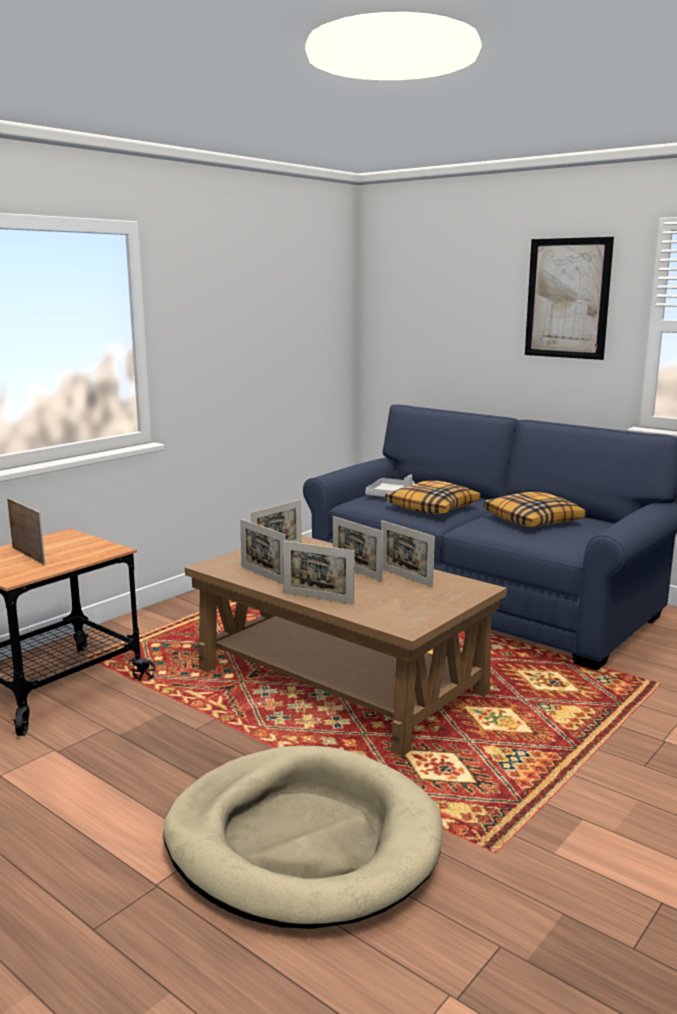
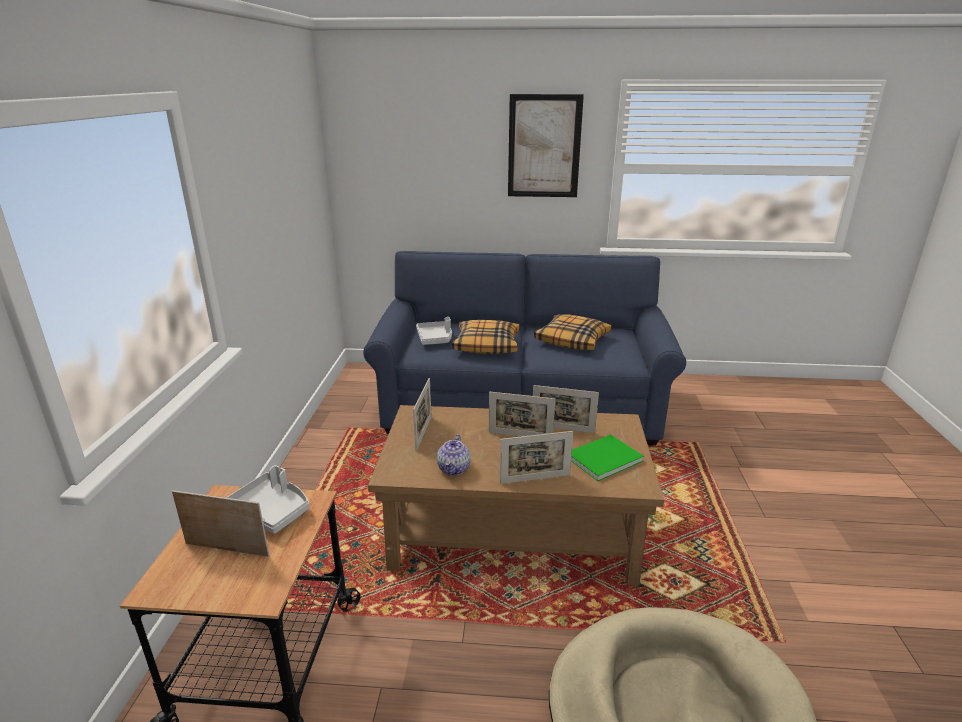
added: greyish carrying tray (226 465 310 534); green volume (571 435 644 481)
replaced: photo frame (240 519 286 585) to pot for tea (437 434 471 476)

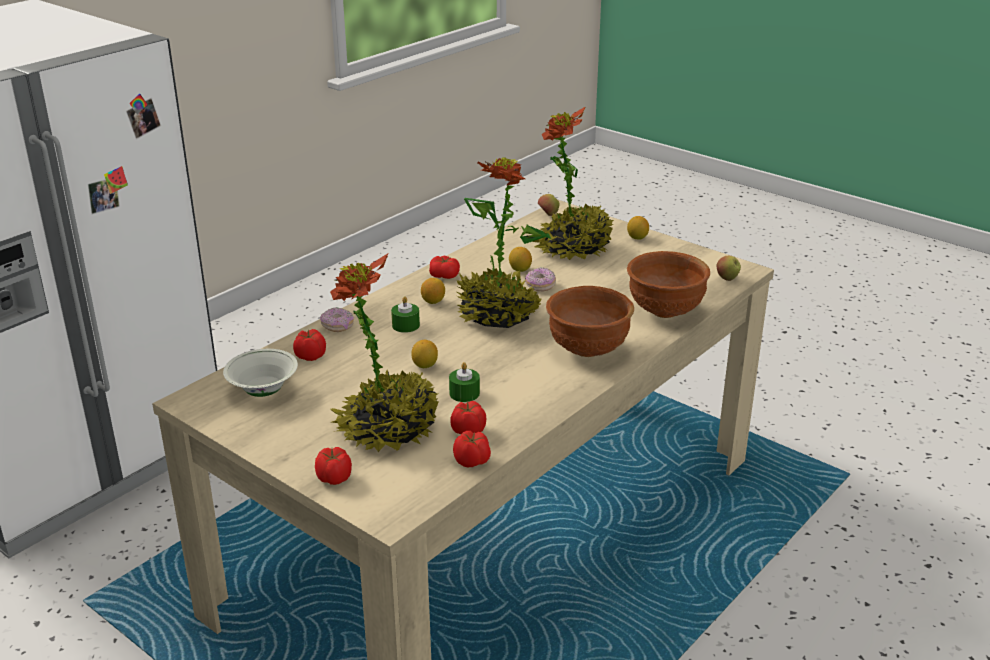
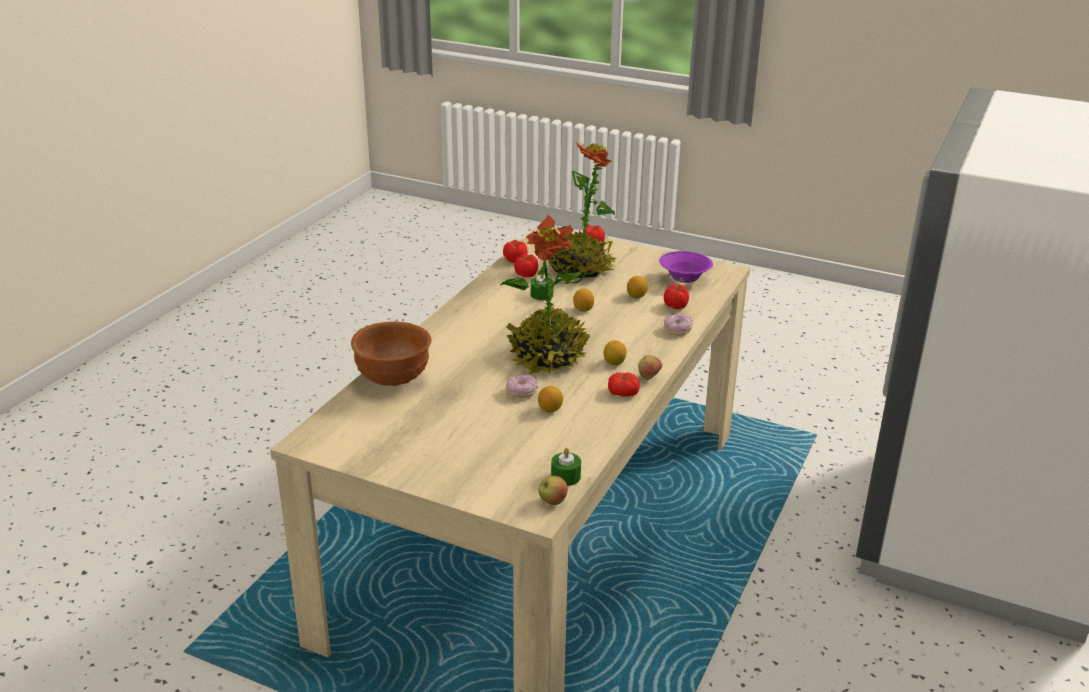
removed: potted plant (532 106 614 260); brown bowl (546 286 634 357)
moved: green candle (391 296 420 333) to (551 448 581 486); lemon (627 216 649 239) to (627 276 648 298); whole apple (716 256 741 281) to (638 355 662 380)
recoloured: whitish bowl (223 349 298 397) to purple-coloured bowl (659 251 713 283)

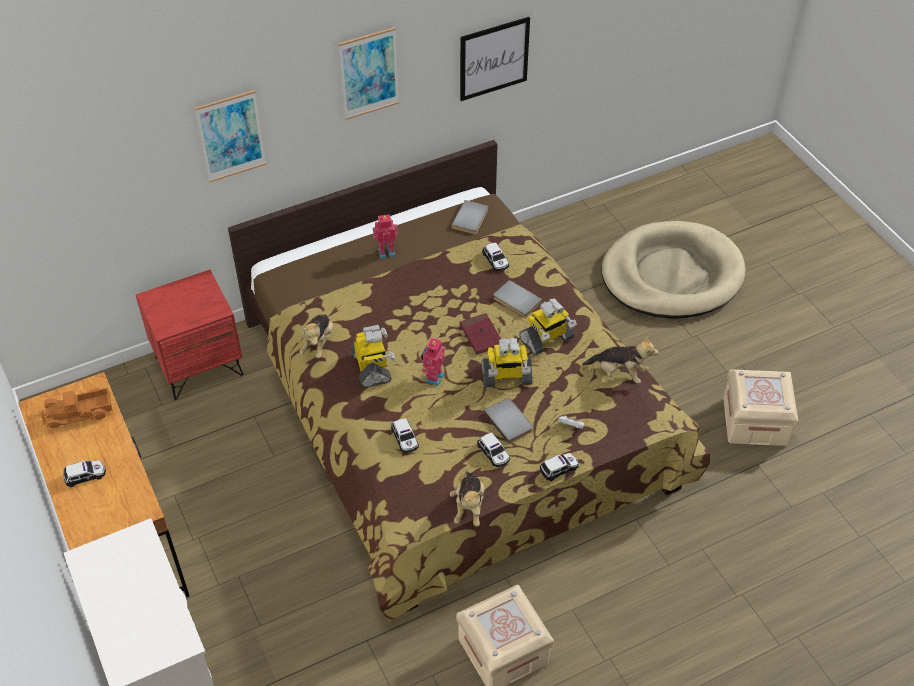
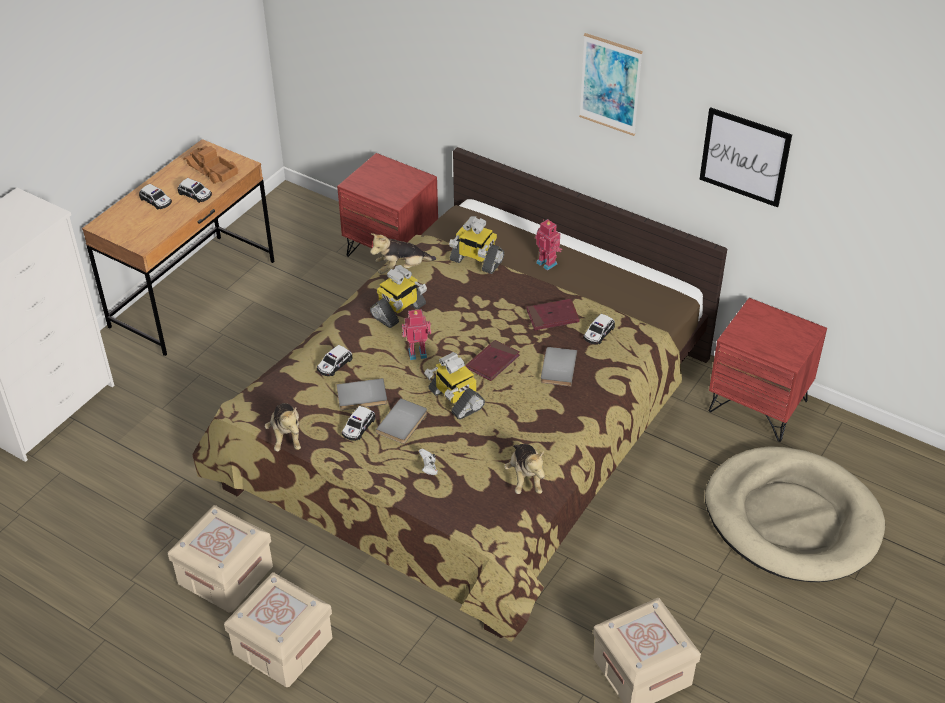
removed: wall art (195 90 266 182)
added: beige-coloured storage box (224 572 332 687); reddish volume (527 299 580 331); reddish night table (708 298 827 442)
moved: greyish volume (451 200 489 234) to (336 378 387 410); model robot (519 298 577 355) to (449 216 504 274); model car (540 453 579 481) to (178 178 212 203)
turned: soft toy (450 472 484 527) = (265 403 301 451) 75 degrees counterclockwise

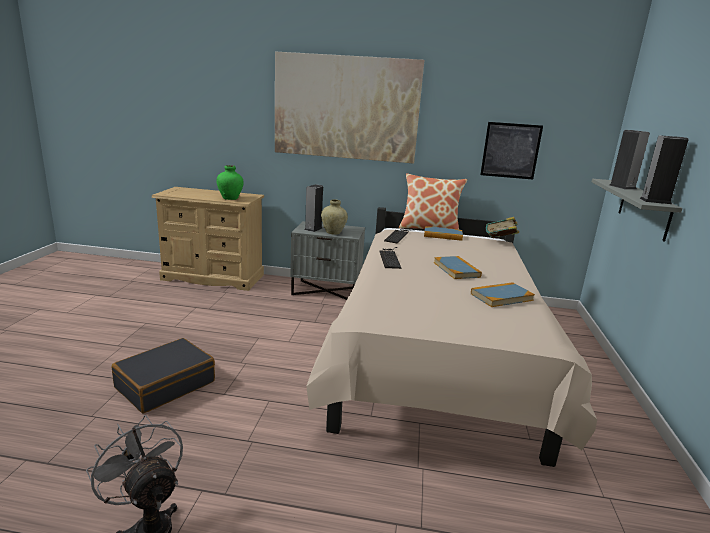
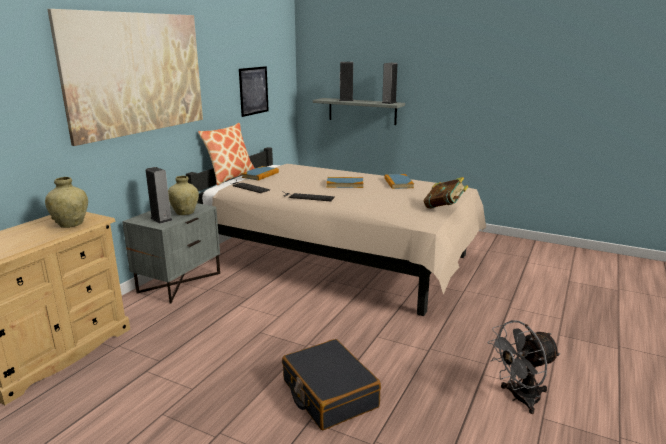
moved: volume (486 217 519 238) to (424 177 469 209)
recoloured: green decorative vase (216 165 244 200) to beige-coloured decorative vase (45 177 88 228)

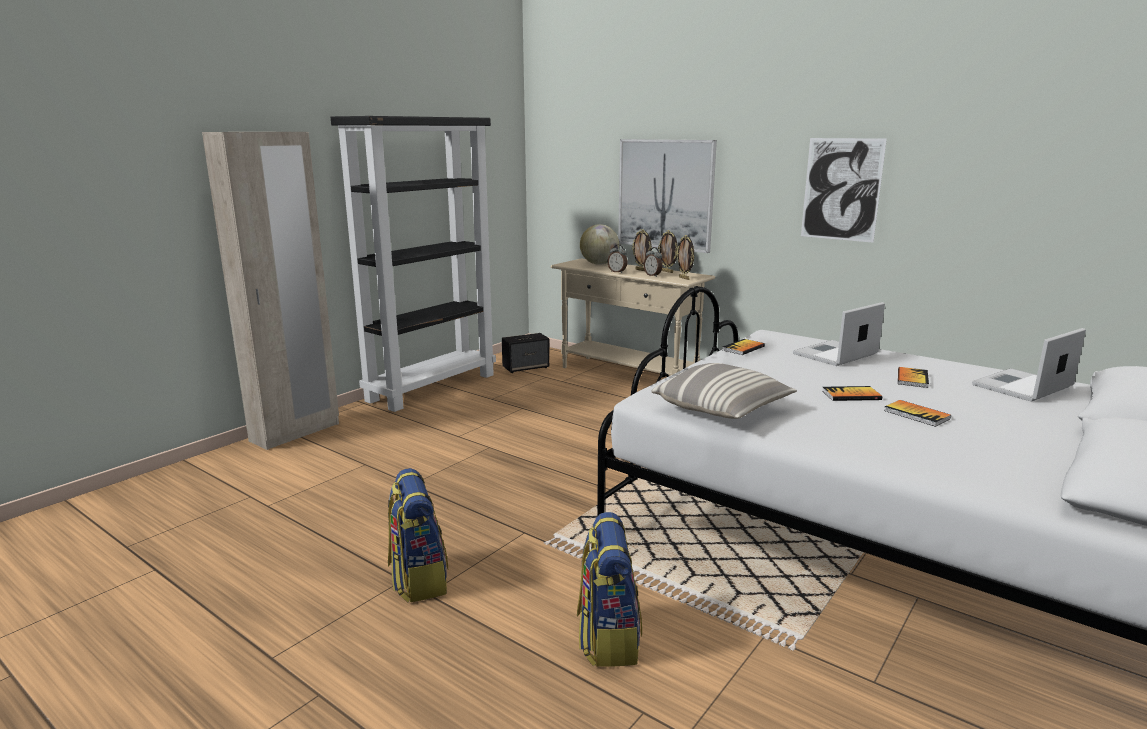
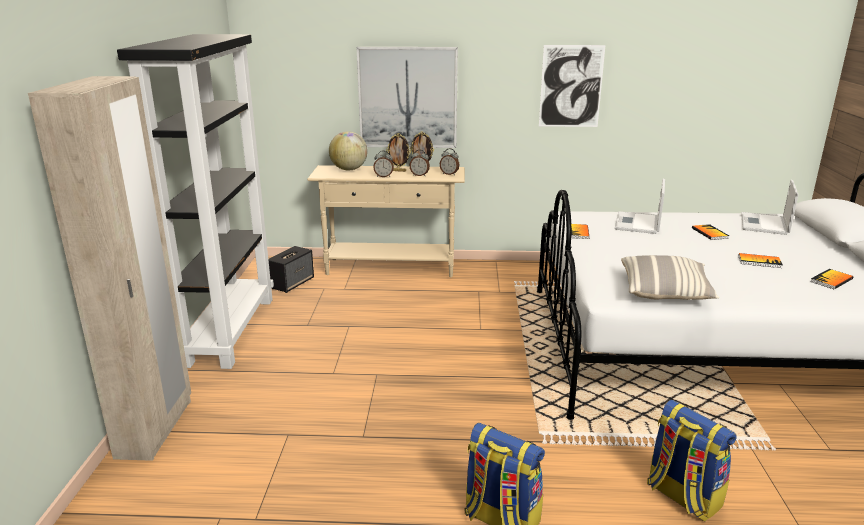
moved: volume (822 386 882 401) to (810 269 853 289)
replaced: photo frame (676 235 694 280) to alarm clock (440 148 459 175)

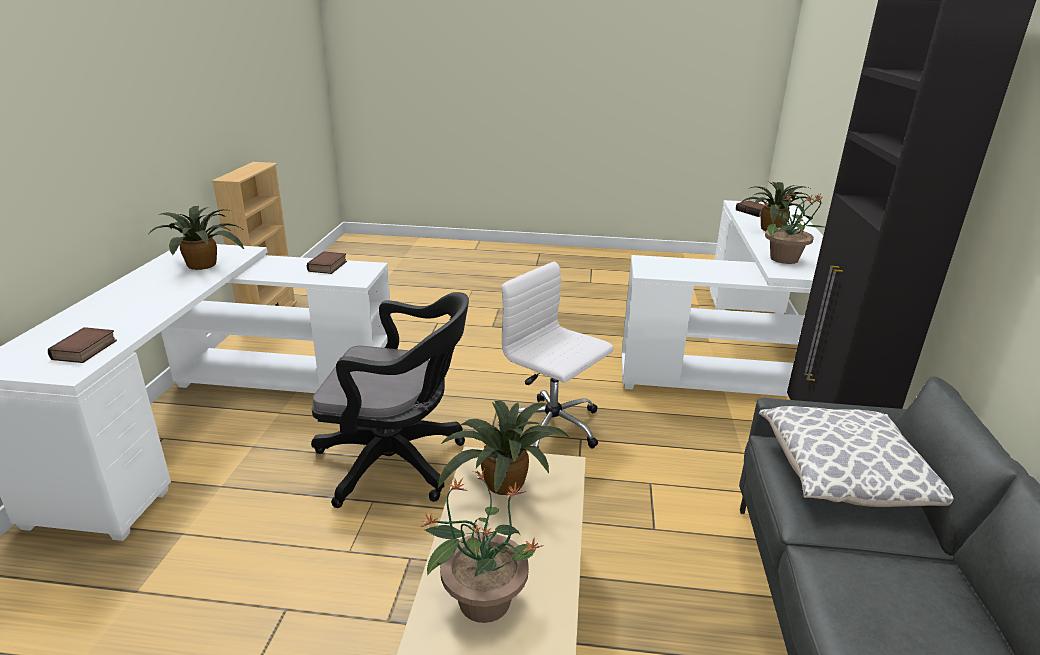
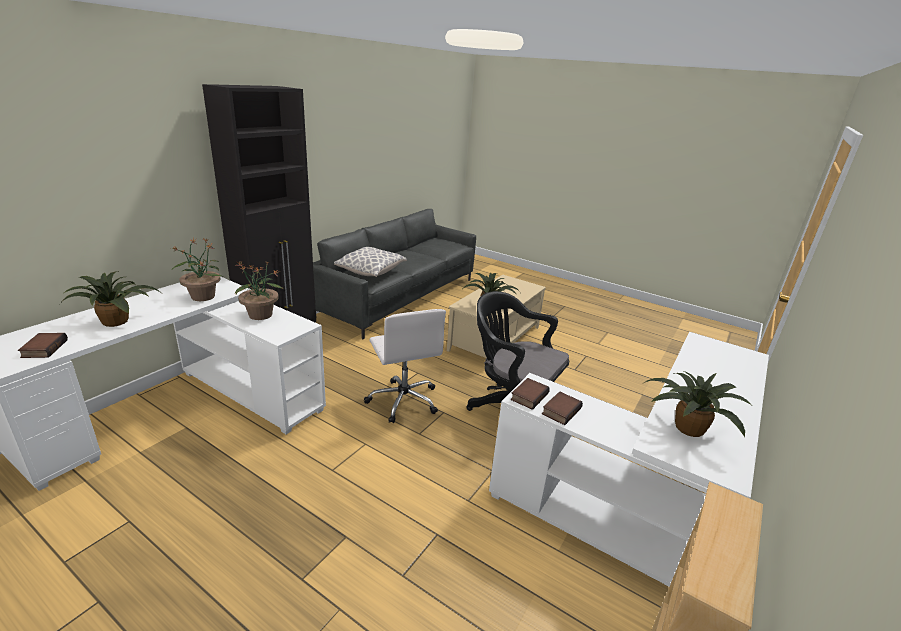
moved: volume (48 327 117 363) to (511 378 550 410); potted plant (421 469 544 623) to (235 262 283 320)

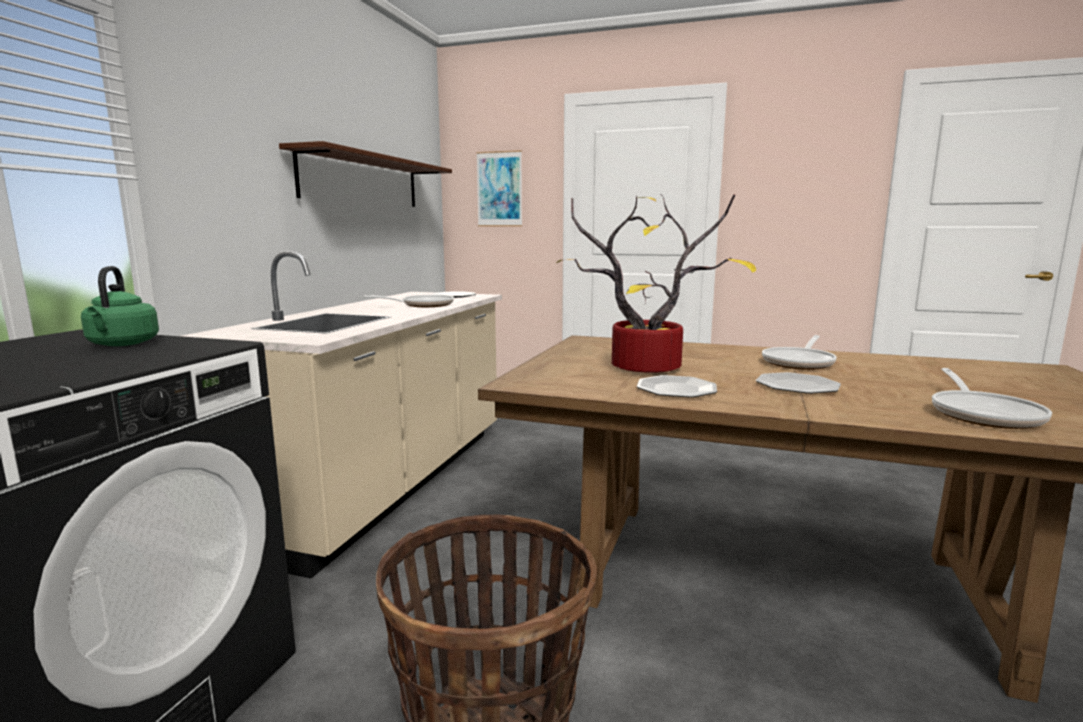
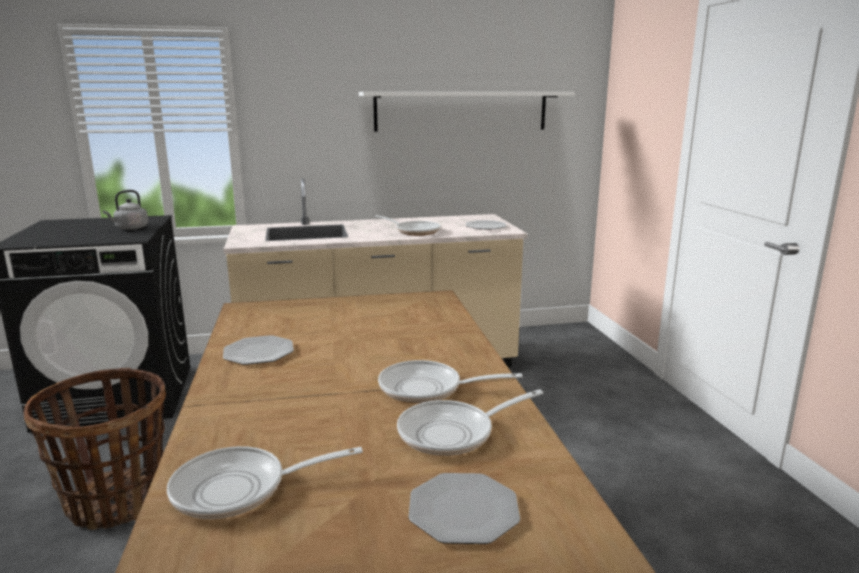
removed: wall art (476 150 522 227); potted plant (557 195 756 373)
added: skillet (397 389 543 456)
moved: dinner plate (756 372 841 394) to (409 473 520 544)
recoloured: green tea kettle (81 266 159 346) to greyish tea kettle (103 190 148 230); brown shelf (279 141 452 207) to whitish shelf (359 92 575 132)

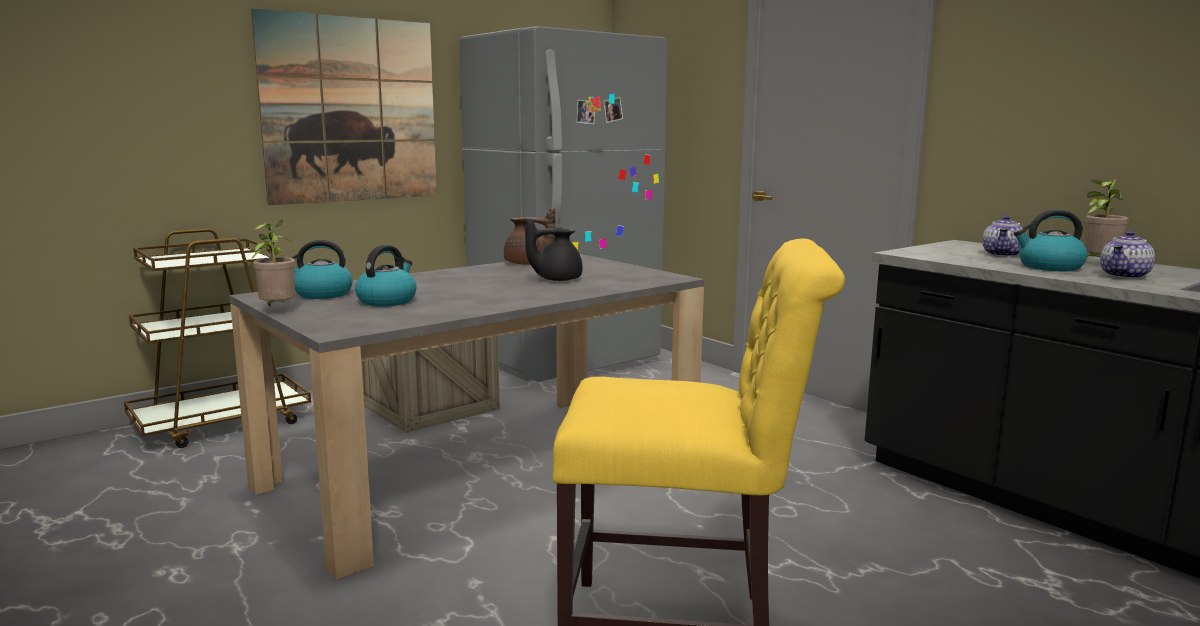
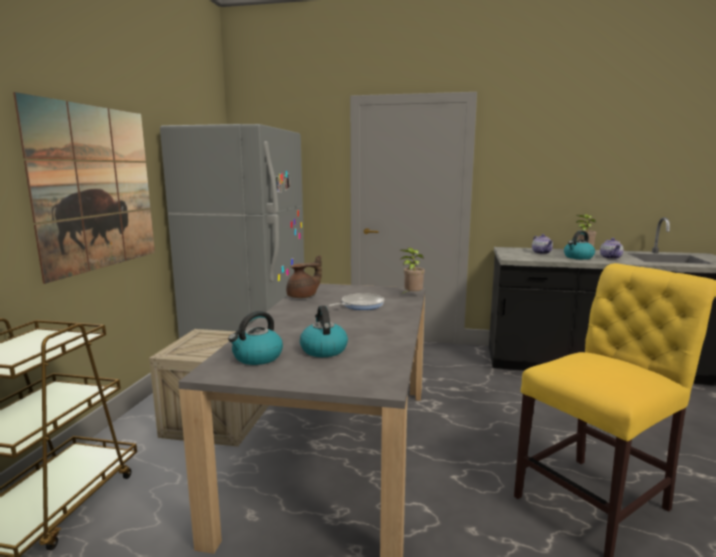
moved: potted plant (251 220 295 306) to (400 248 425 294)
replaced: black-coloured pot for tea (525 219 583 281) to skillet (328 293 385 310)

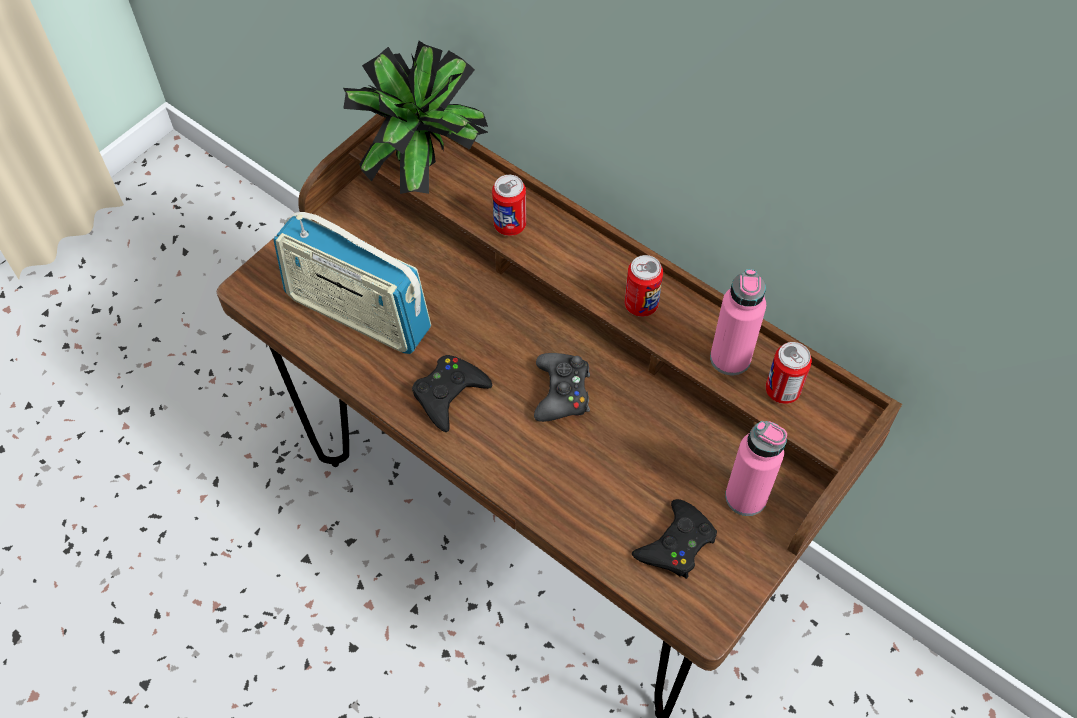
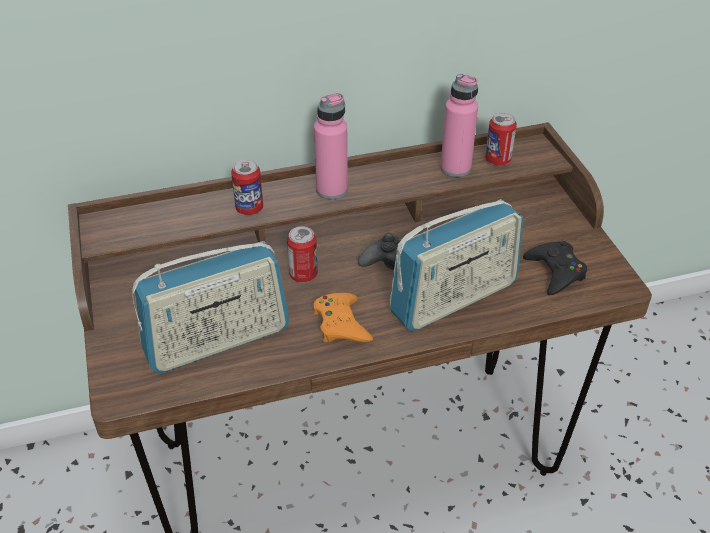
removed: potted plant (343 41 488 194)
added: radio receiver (389 199 524 331)
moved: can (624 255 663 317) to (287 226 318 282); pinkish beverage bottle (725 421 787 516) to (314 93 348 199)
recoloured: black-coloured joypad (412 355 492 432) to orange-coloured joypad (313 293 373 342)

